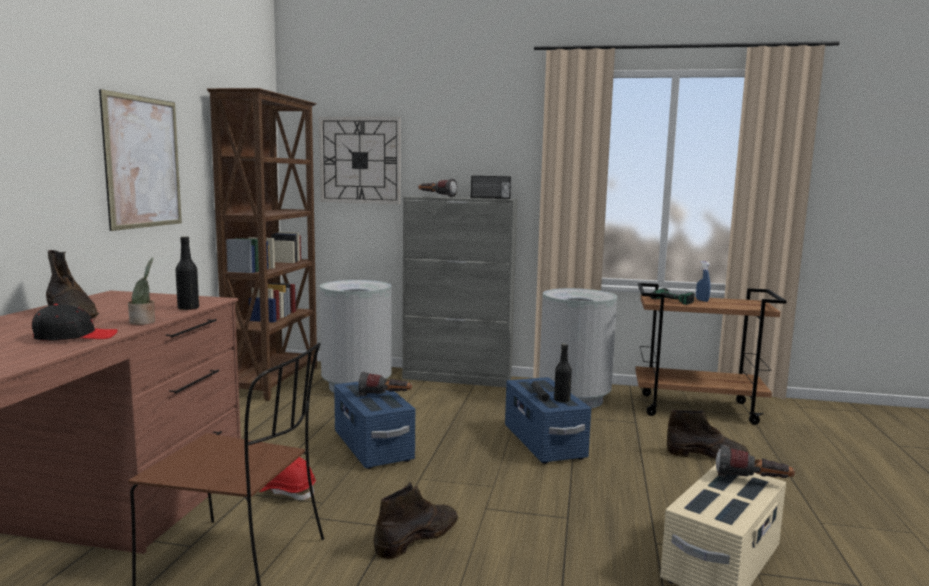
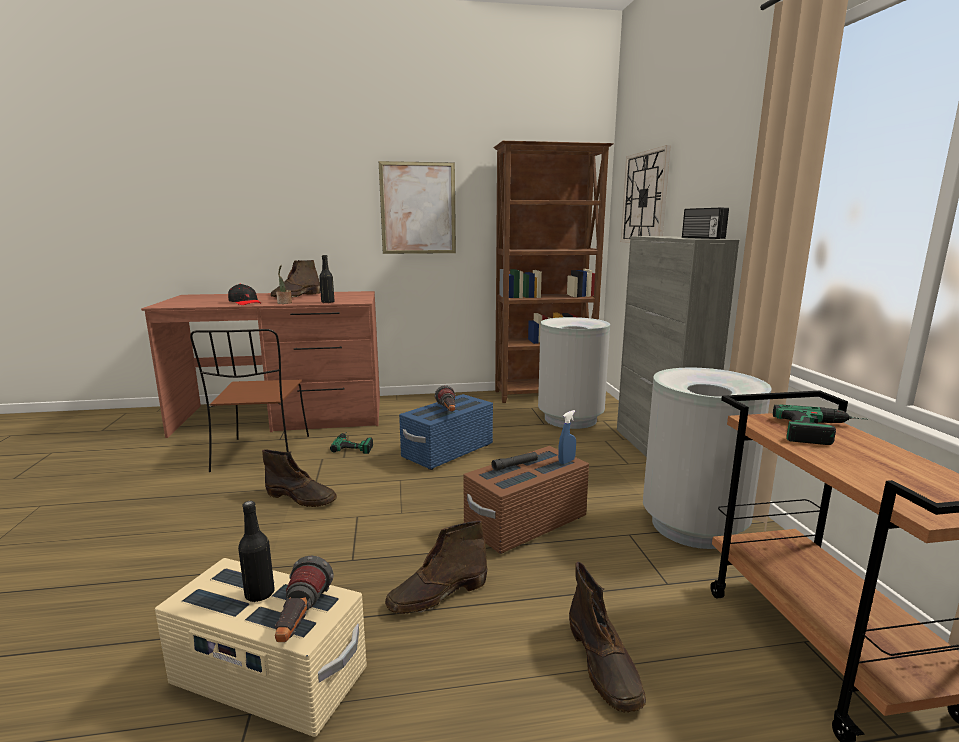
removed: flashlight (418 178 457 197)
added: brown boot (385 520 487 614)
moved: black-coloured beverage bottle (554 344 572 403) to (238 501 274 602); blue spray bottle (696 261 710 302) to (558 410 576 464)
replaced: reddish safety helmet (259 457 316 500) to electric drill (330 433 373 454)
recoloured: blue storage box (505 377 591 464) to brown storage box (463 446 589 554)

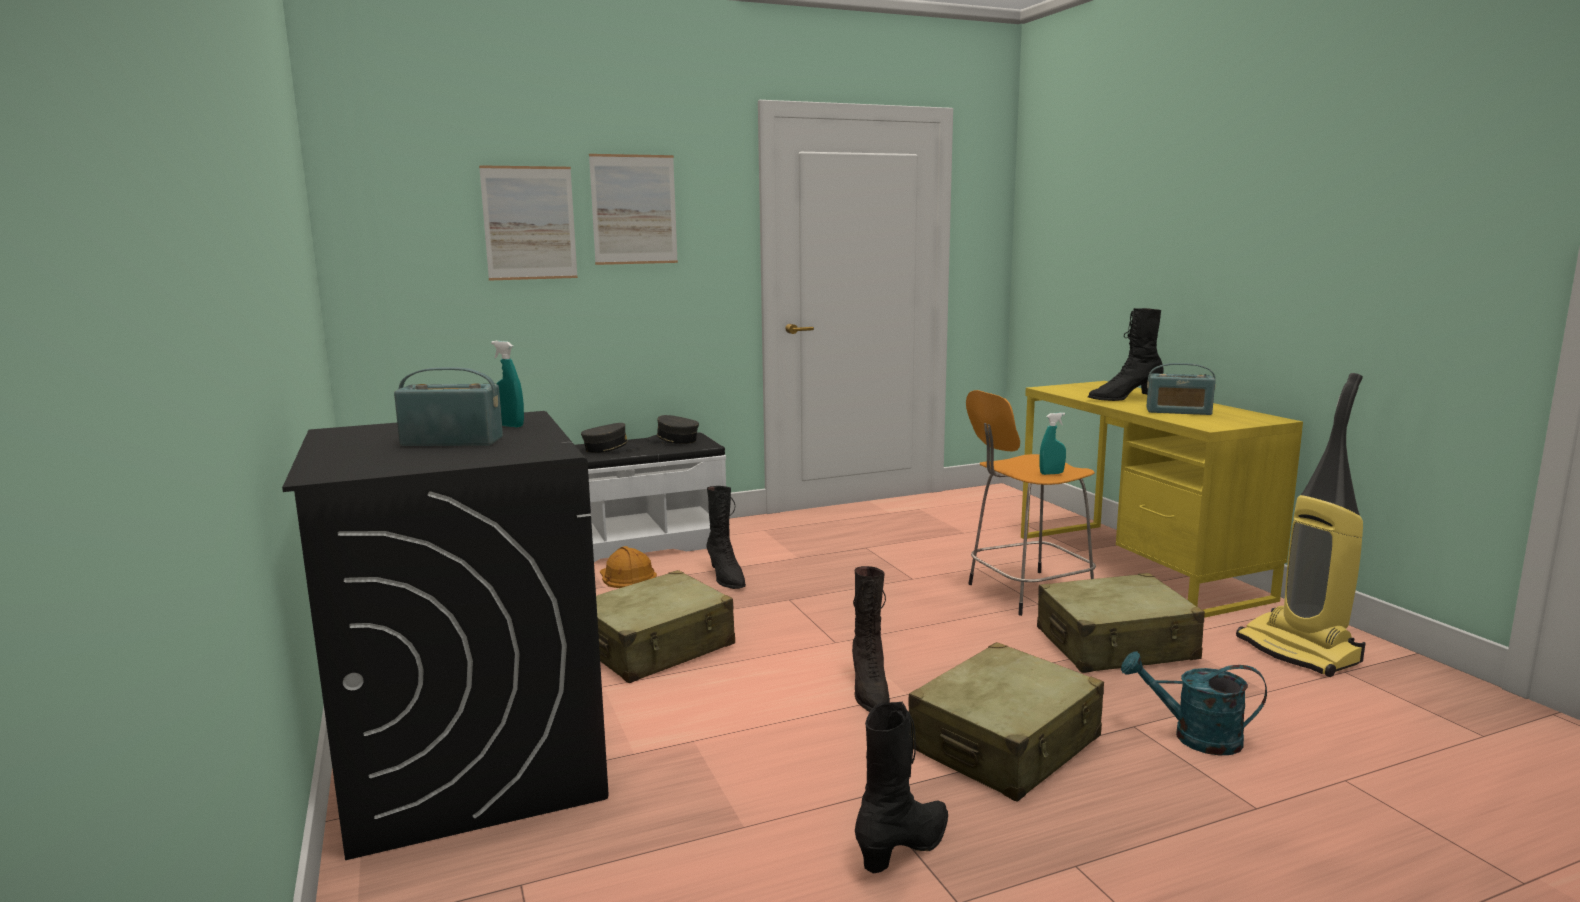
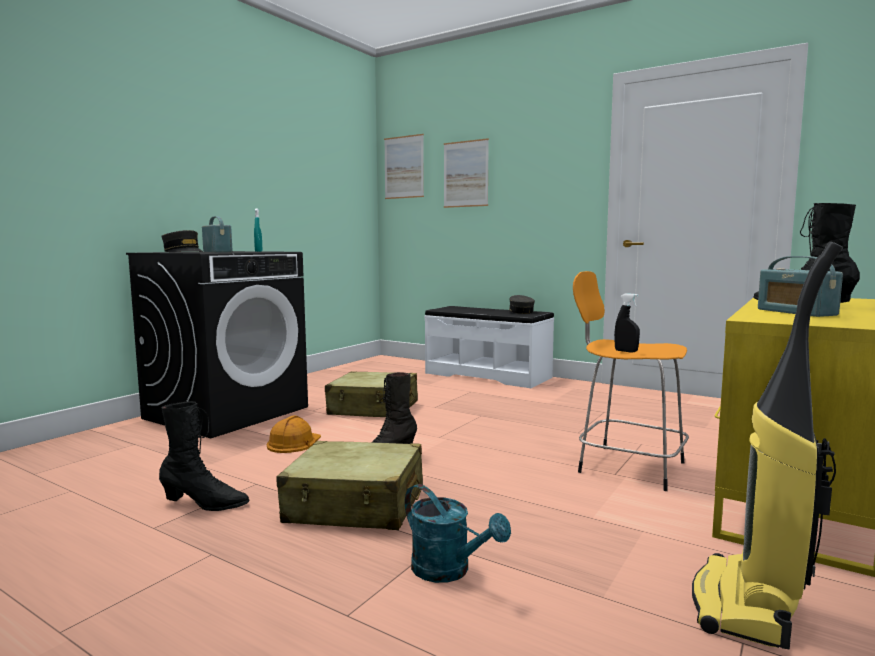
removed: black-coloured boot (707 486 746 589); beige-coloured piece of luggage (1037 573 1205 673)
moved: greyish baseball cap (581 423 640 453) to (161 230 203 252); wall art (589 154 678 265) to (384 134 424 199); orange-coloured safety helmet (600 546 657 588) to (267 416 321 453)
recoloured: turquoise spray bottle (1040 412 1066 475) to black-coloured spray bottle (614 293 640 352)
turned: turquoise watering pot (1121 651 1267 755) = (405 484 511 583) 150 degrees clockwise

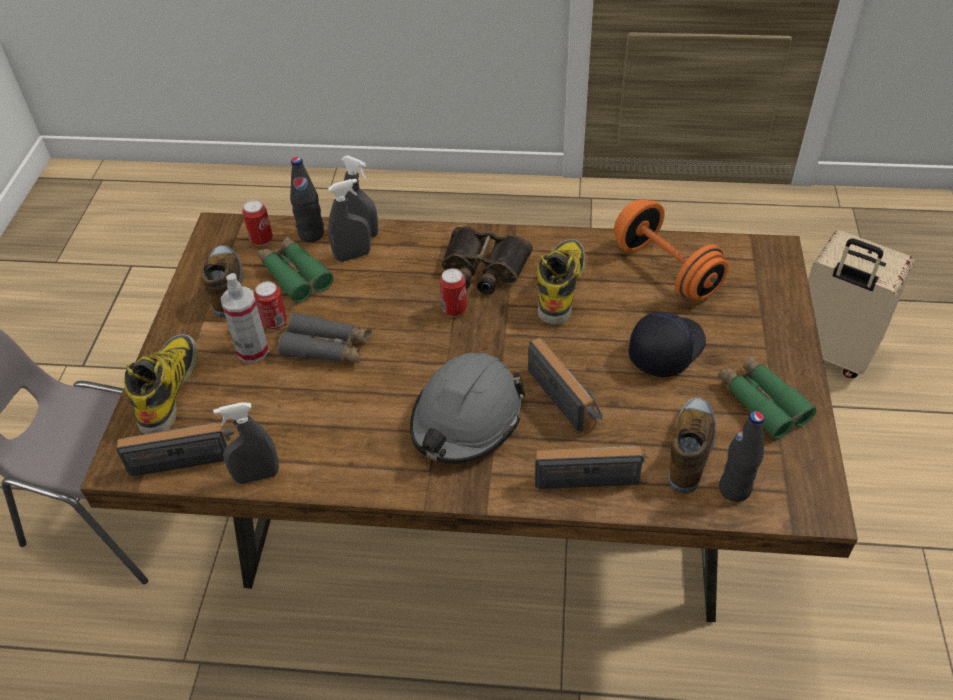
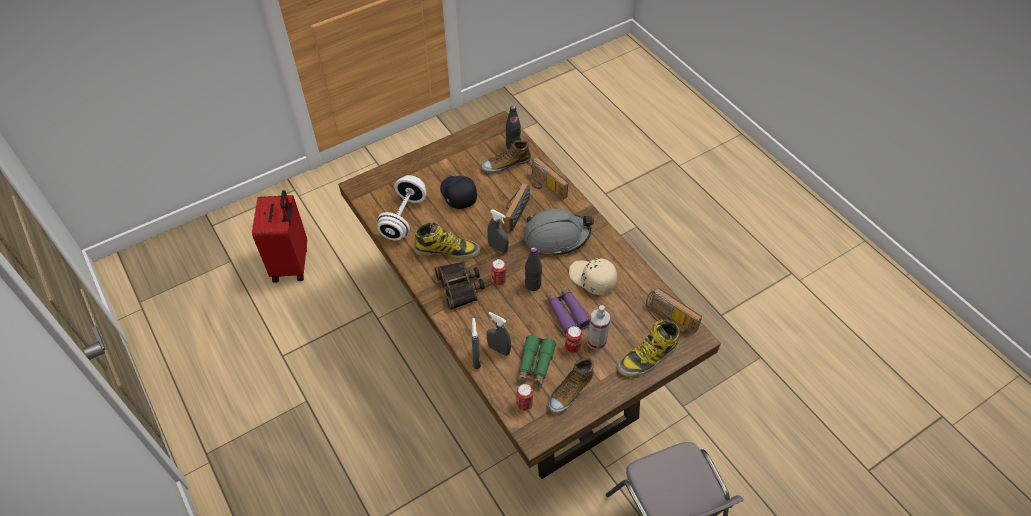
removed: green field glasses (718 355 816 439)
added: beige-coloured baseball cap (569 258 617 295)
moved: greyish spray bottle (213 402 279 484) to (487 210 509 253); black-coloured beverage bottle (290 157 324 242) to (525 247 542 291)
recoloured: greyish field glasses (278 312 372 363) to purple-coloured field glasses (546 286 590 334); orange-coloured dumbbell (614 199 729 300) to whitish dumbbell (377 175 426 241); beige-coloured piece of luggage (808 230 914 378) to reddish piece of luggage (252 190 307 283)
turned: boot (537 239 585 325) = (414 222 480 260) 150 degrees counterclockwise; black-coloured baseball cap (629 311 706 377) = (440 176 477 209) 60 degrees clockwise

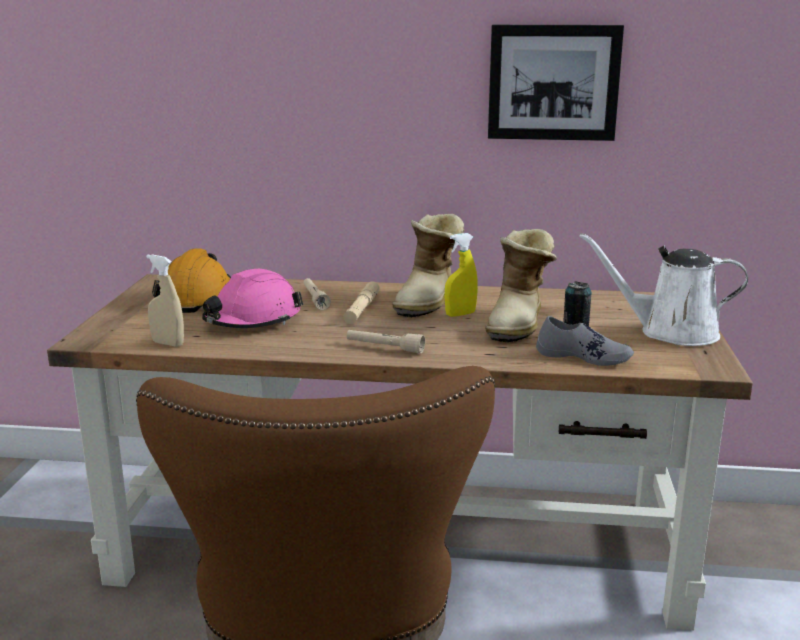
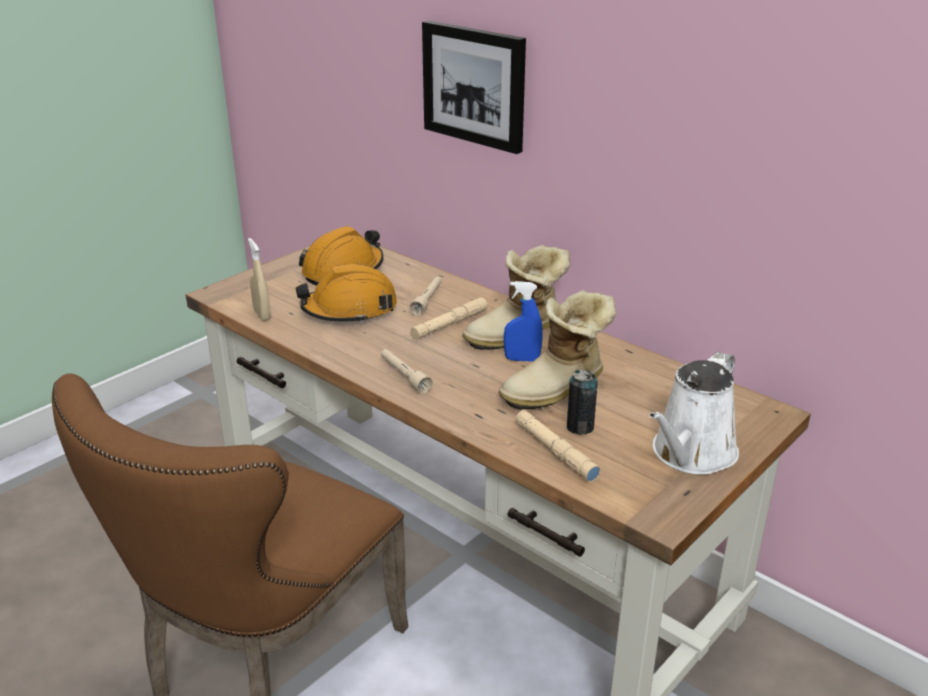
moved: wall art (488 25 624 141) to (422 21 526 154)
replaced: greyish item of footwear (536 316 634 366) to beige-coloured flashlight (516 410 601 482)
recoloured: pinkish safety helmet (202 269 303 328) to orange-coloured safety helmet (295 264 397 324); yellowish spray bottle (444 233 478 317) to blue spray bottle (504 281 543 362)
turned: whitish watering pot (579 233 748 346) = (649 352 739 475) 105 degrees counterclockwise

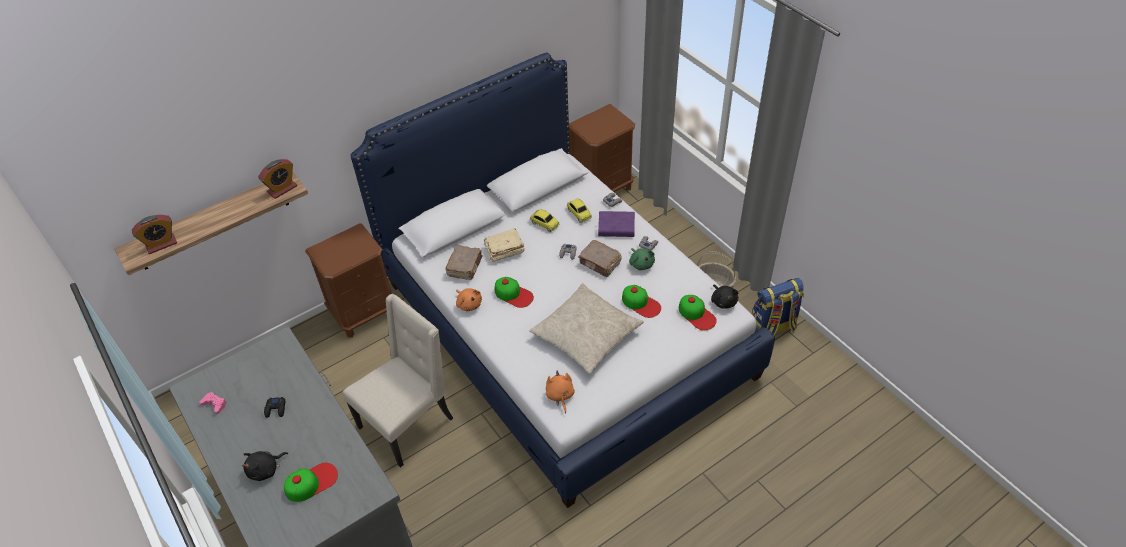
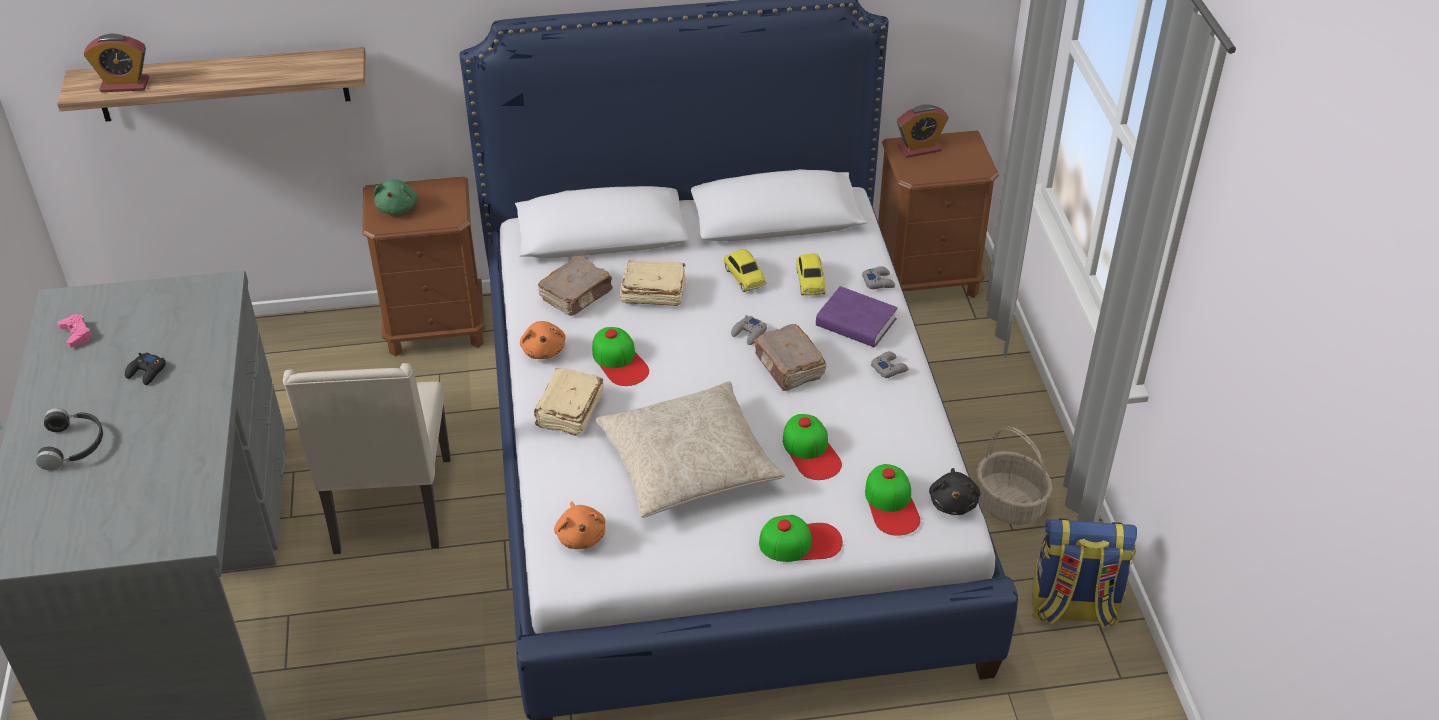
added: beige-coloured volume (534 368 604 436)
moved: alarm clock (258 159 297 199) to (897 104 949 158); baseball cap (284 463 338 502) to (759 515 843 562); green soft toy (629 248 655 270) to (374 179 418 215)
replaced: black-coloured soft toy (242 451 288 481) to black-coloured pair of headphones (36 408 103 471)
turned: beige-coloured chair (343 294 453 468) = (283 363 451 554) 105 degrees clockwise; orange-coloured soft toy (546 371 575 413) = (554 501 606 549) 150 degrees clockwise

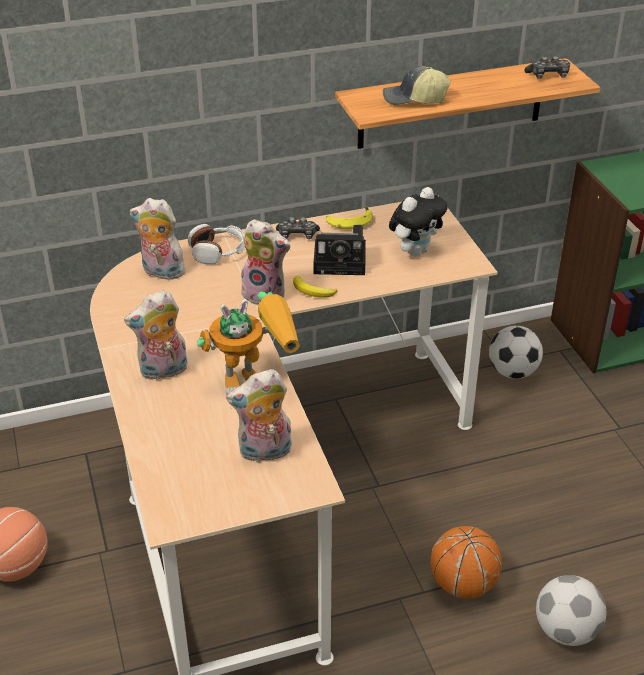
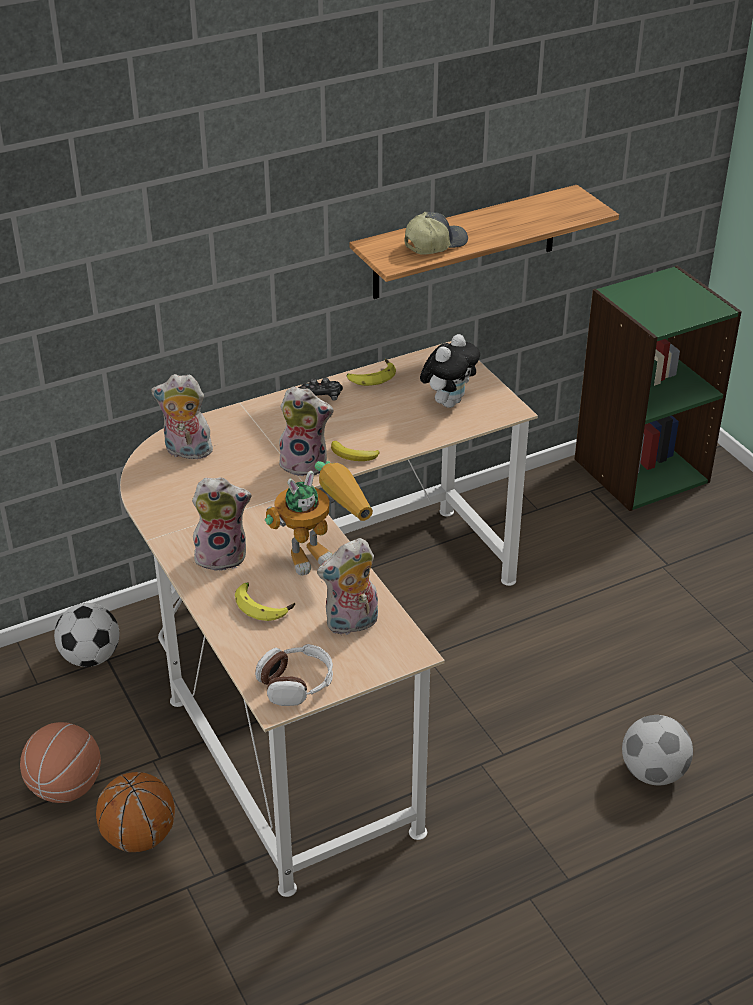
removed: still camera (314 225 366 275); joypad (524 56 570 79)
added: whole banana (235 582 295 621)
moved: pair of headphones (188 224 245 264) to (255 644 333 706); basketball ball (431 526 502 599) to (96 772 175 852); football (489 326 543 379) to (54 603 119 667)
turned: soft toy (124 290 188 381) = (192 477 252 571) 150 degrees counterclockwise; baseball cap (383 66 451 105) = (404 212 468 255) 150 degrees clockwise

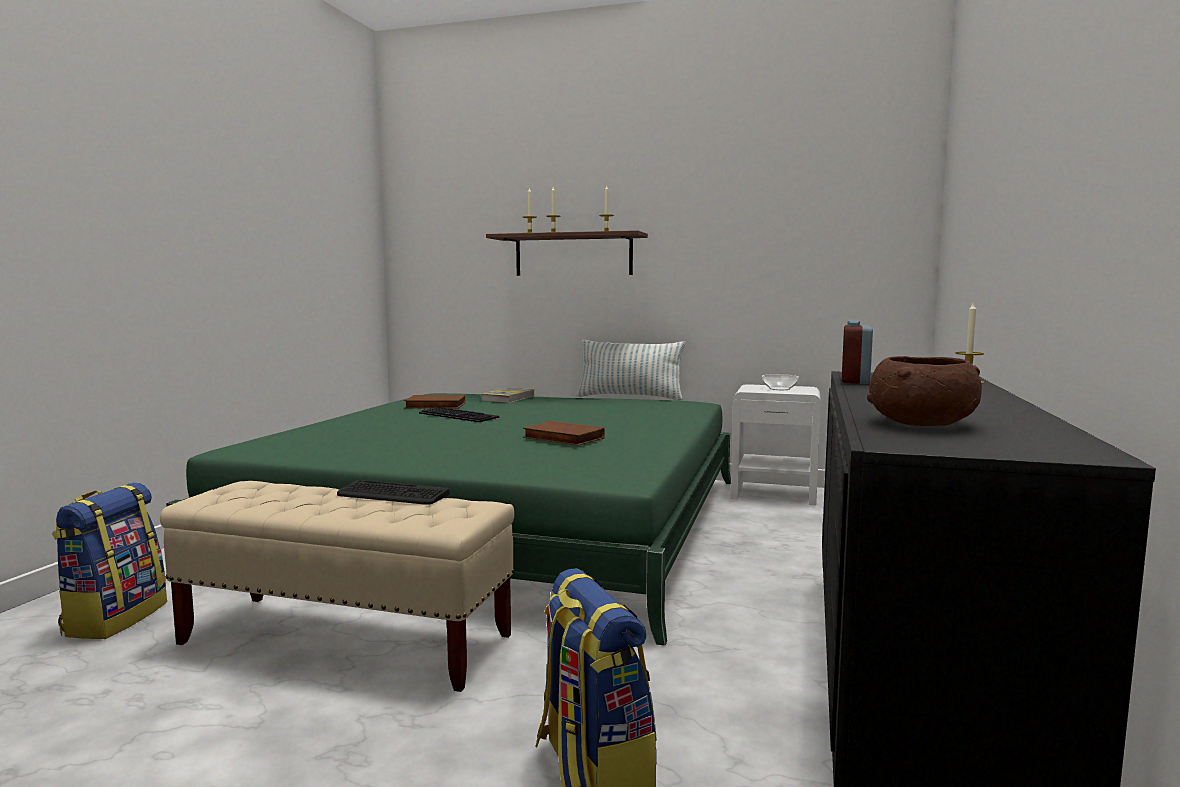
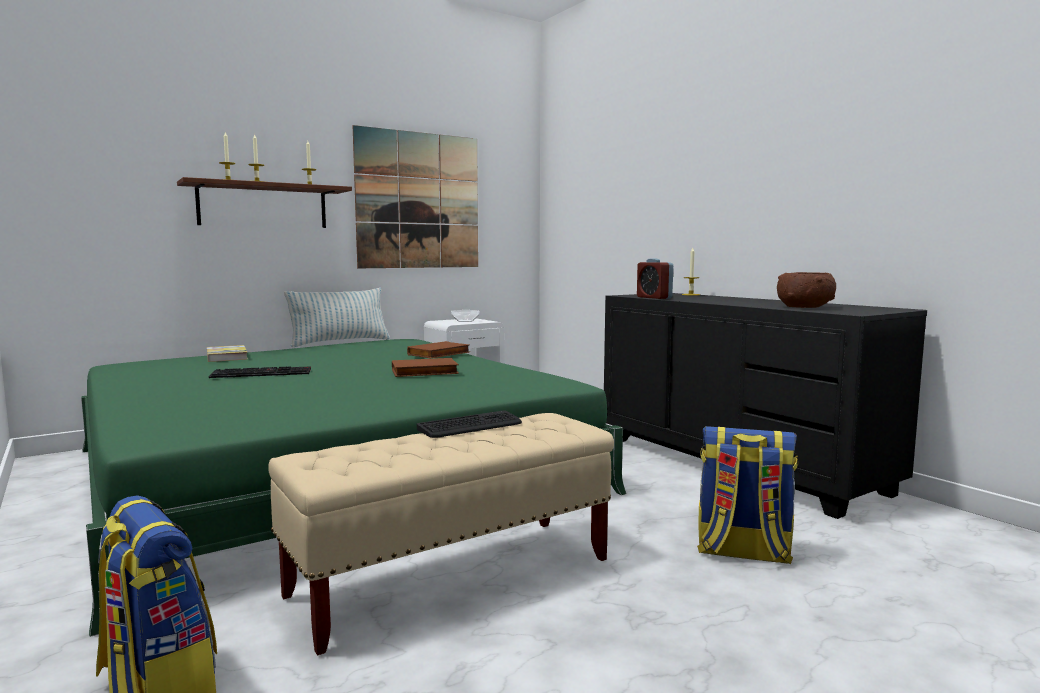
added: wall art (353 125 478 268)
moved: brown volume (404 395 465 409) to (407 341 469 358)

